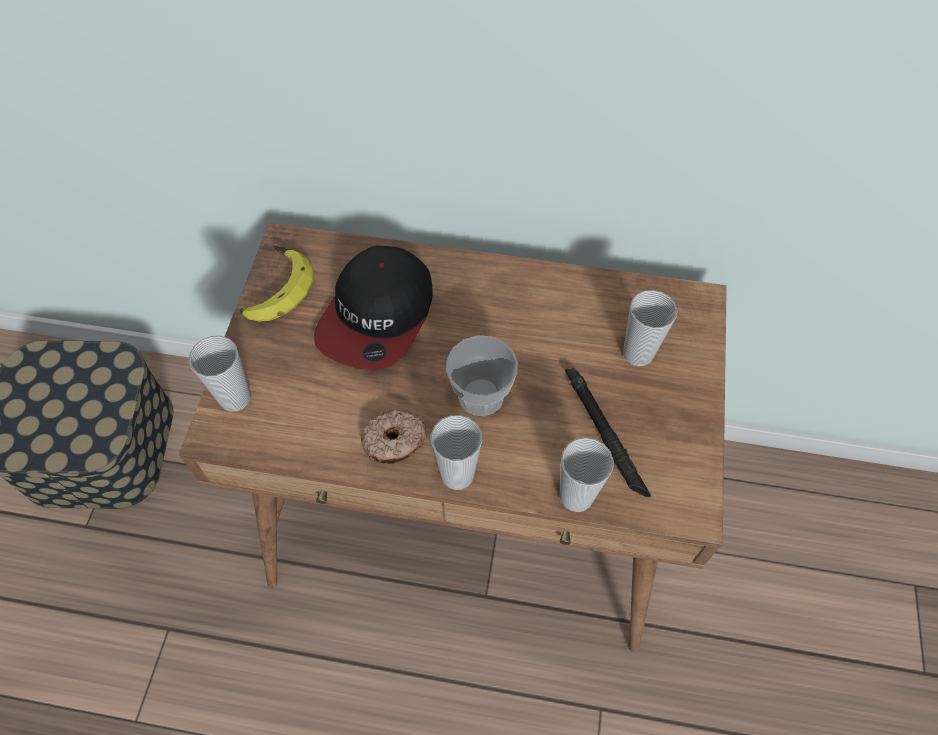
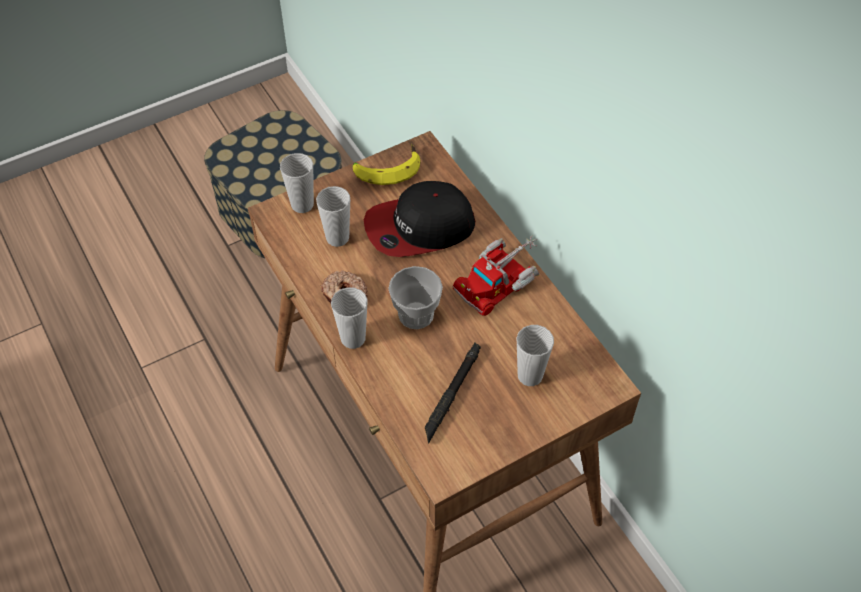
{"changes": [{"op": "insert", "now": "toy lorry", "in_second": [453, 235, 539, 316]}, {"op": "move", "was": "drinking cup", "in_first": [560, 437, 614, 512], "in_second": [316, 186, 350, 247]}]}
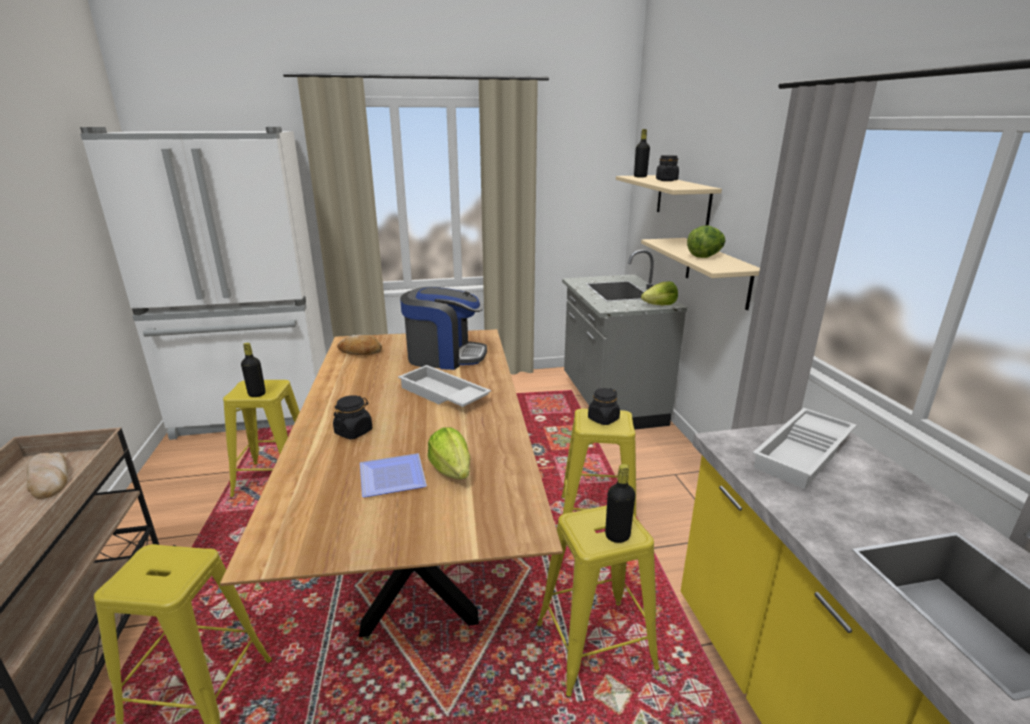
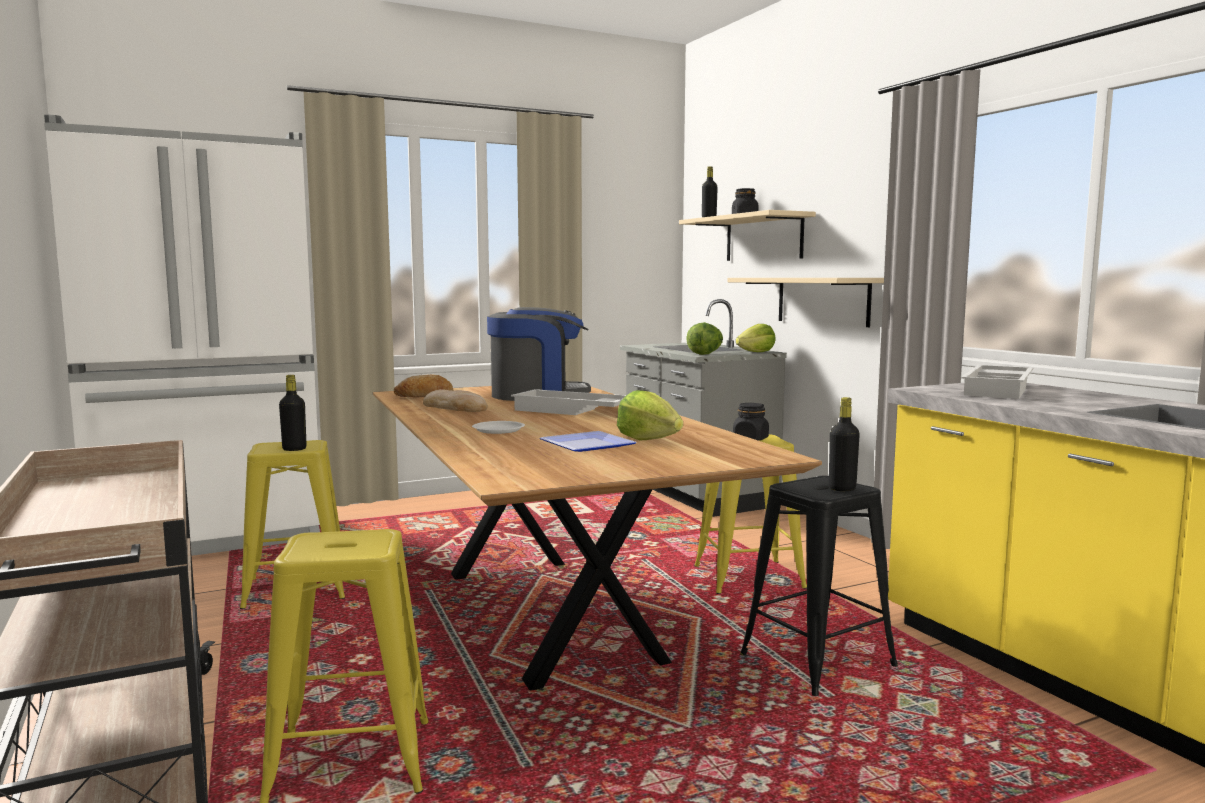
{"changes": [{"op": "move", "was": "bakery bread", "in_first": [27, 452, 68, 499], "in_second": [423, 389, 488, 412]}, {"op": "move", "was": "head of lettuce", "in_first": [687, 226, 725, 258], "in_second": [686, 322, 723, 355]}, {"op": "replace", "was": "blackish jar", "now": "white plate", "in_first": [333, 395, 372, 440], "in_second": [472, 421, 525, 434]}, {"op": "recolor", "was": "yellowish stool seat", "now": "blackish stool seat", "in_first": [537, 505, 660, 698], "in_second": [740, 476, 898, 696]}]}
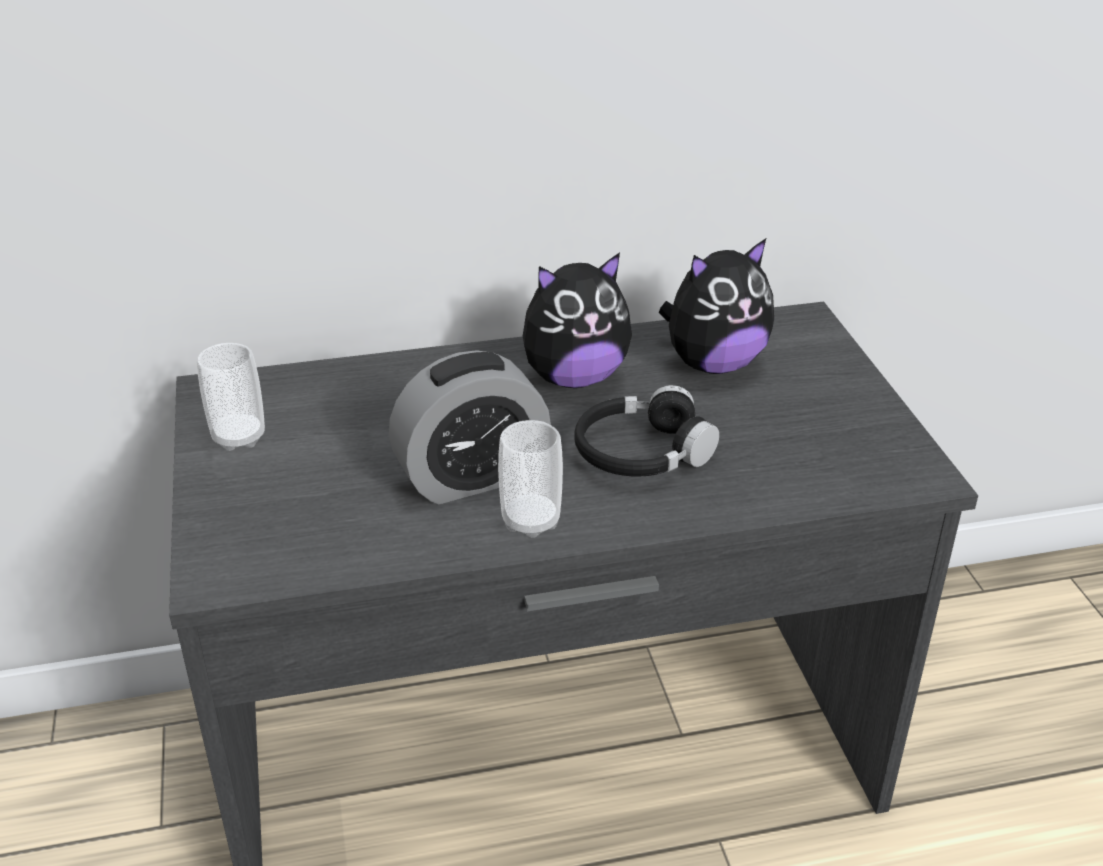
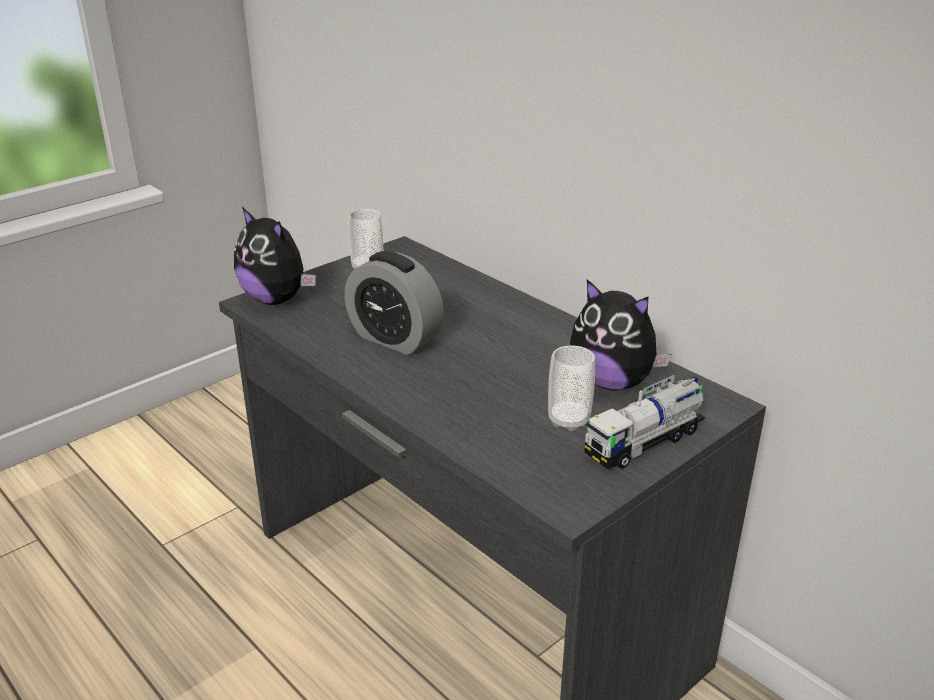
{"changes": [{"op": "delete", "was": "blackish pair of headphones", "in_first": [574, 385, 719, 477]}, {"op": "insert", "now": "toy lorry", "in_second": [584, 374, 705, 469]}, {"op": "move", "was": "drinking cup", "in_first": [498, 420, 563, 538], "in_second": [548, 346, 595, 431]}, {"op": "move", "was": "cuddly toy", "in_first": [523, 253, 632, 388], "in_second": [234, 207, 316, 305]}]}
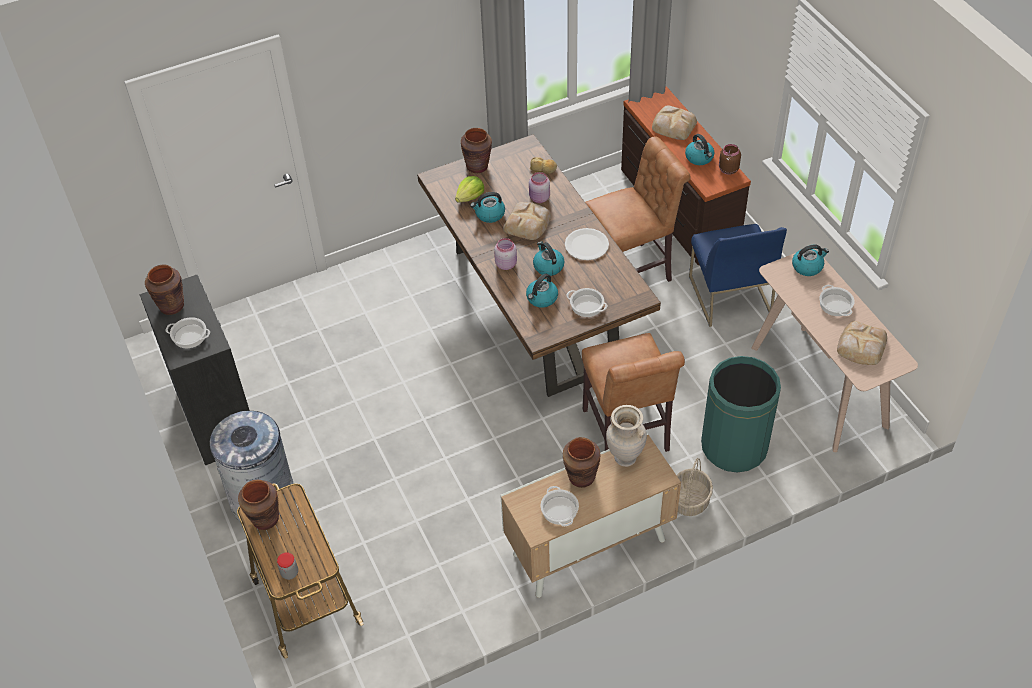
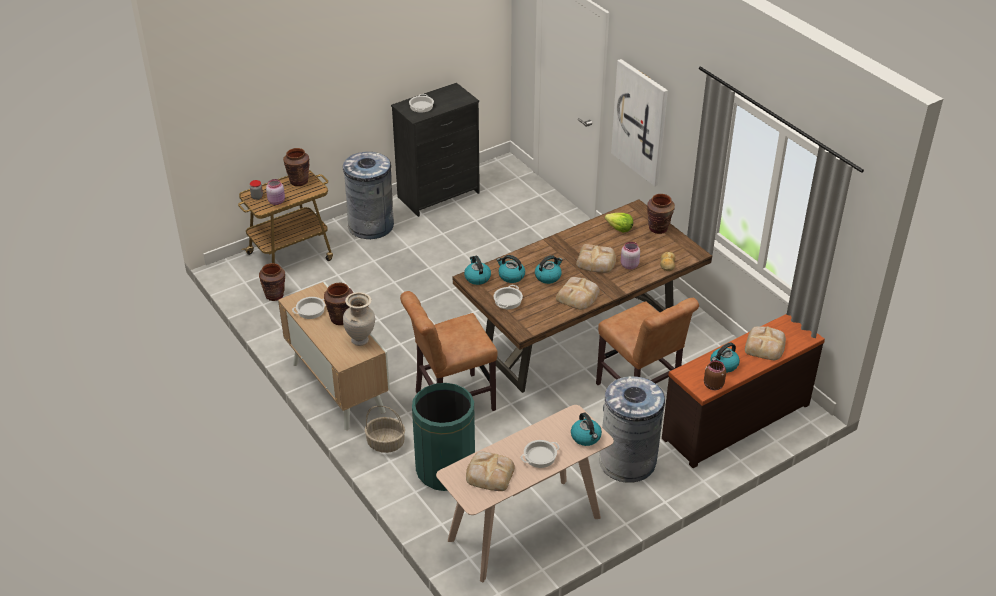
{"changes": [{"op": "insert", "now": "wall picture", "in_second": [611, 59, 668, 186]}, {"op": "move", "was": "brownish decorative vase", "in_first": [145, 264, 184, 315], "in_second": [259, 263, 285, 301]}, {"op": "move", "was": "tea kettle", "in_first": [470, 192, 505, 223], "in_second": [464, 256, 491, 285]}, {"op": "move", "was": "pink jar", "in_first": [494, 238, 517, 270], "in_second": [266, 179, 285, 205]}, {"op": "replace", "was": "white plate", "now": "bakery bread", "in_first": [565, 228, 609, 260], "in_second": [556, 277, 600, 310]}, {"op": "replace", "was": "blue-coloured chair", "now": "gray trash can", "in_first": [689, 224, 787, 327], "in_second": [599, 376, 665, 483]}]}
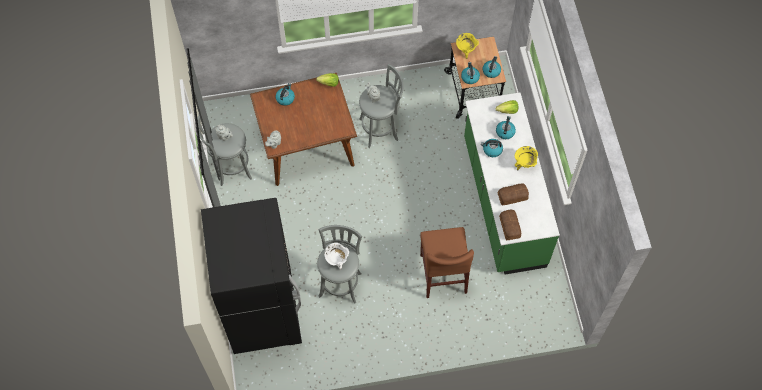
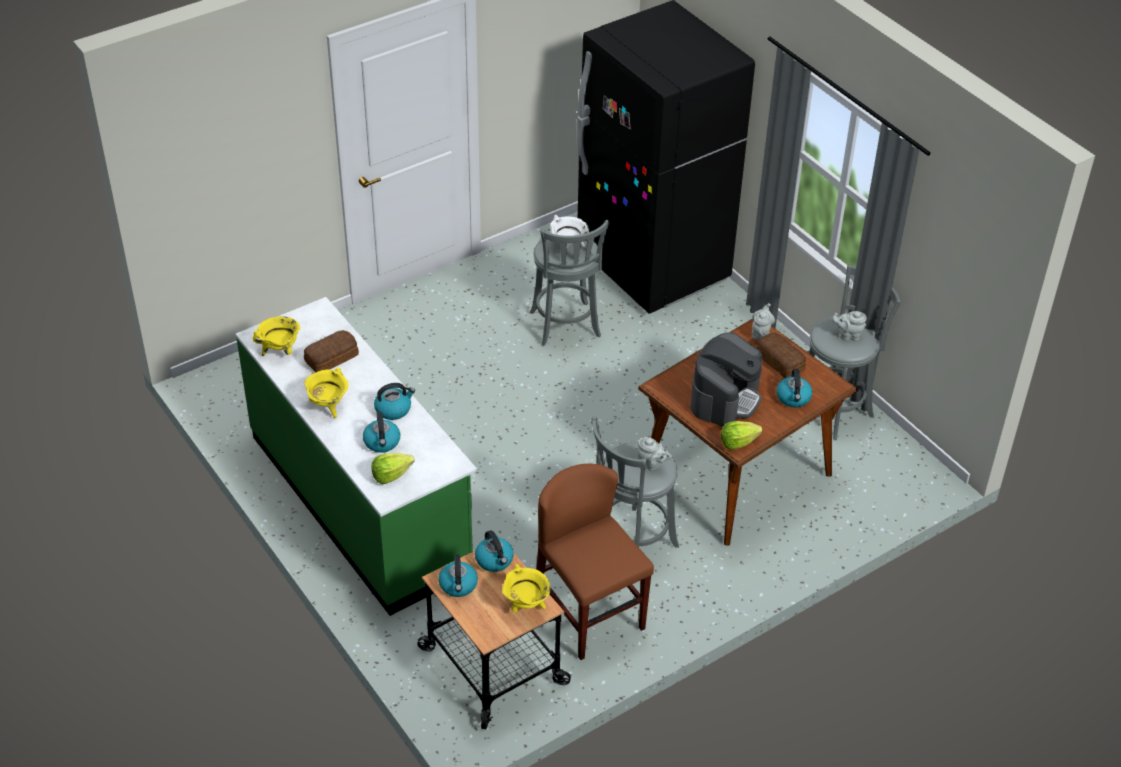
{"changes": [{"op": "insert", "now": "yellowish stockpot", "in_second": [253, 316, 300, 356]}, {"op": "insert", "now": "coffee brewer", "in_second": [690, 332, 762, 427]}, {"op": "move", "was": "brownish chair", "in_first": [420, 227, 474, 298], "in_second": [536, 464, 654, 660]}, {"op": "move", "was": "bakery bread", "in_first": [499, 210, 521, 240], "in_second": [756, 333, 806, 378]}]}
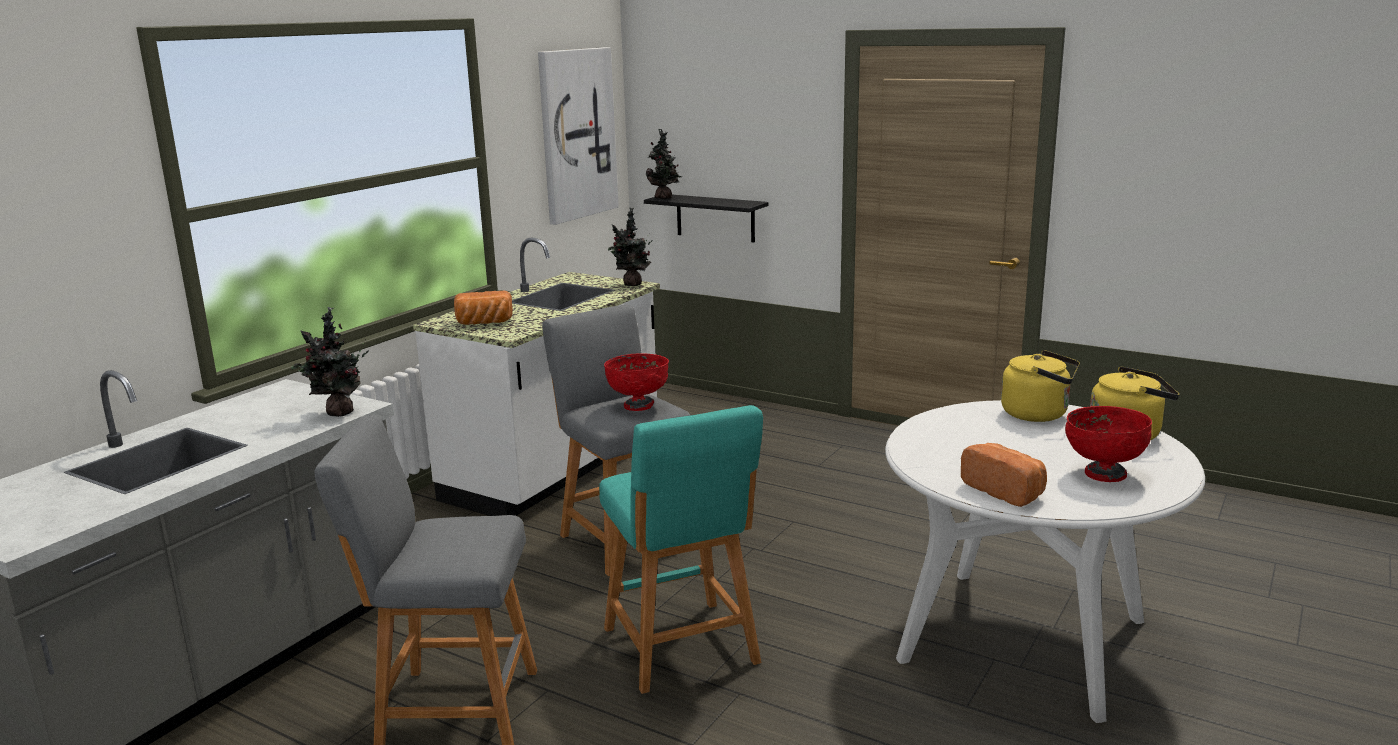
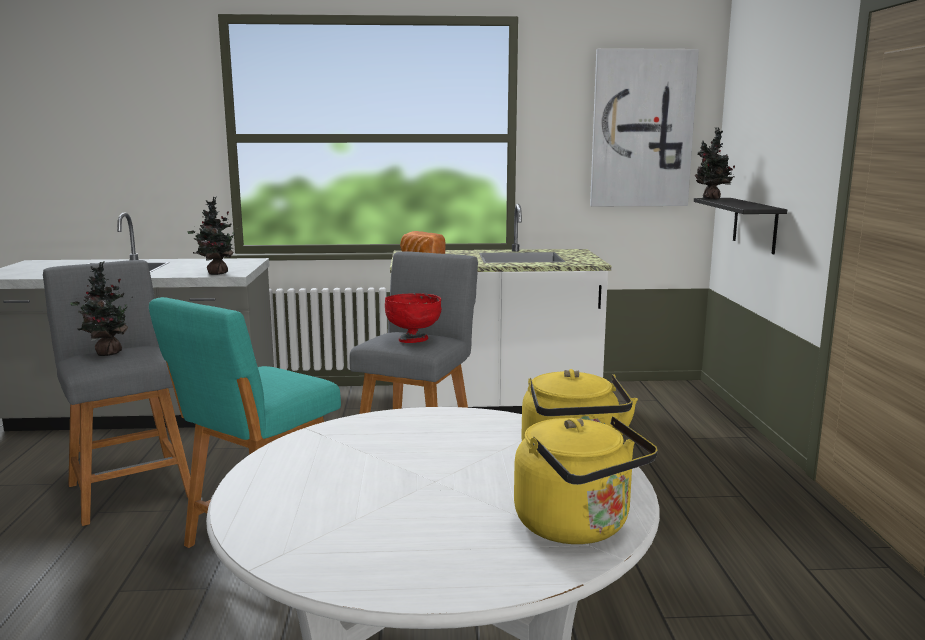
{"changes": [{"op": "delete", "was": "bakery bread", "in_first": [961, 443, 1047, 507]}, {"op": "delete", "was": "reddish serving bowl", "in_first": [1065, 406, 1152, 482]}, {"op": "move", "was": "houseplant", "in_first": [608, 208, 653, 286], "in_second": [70, 261, 133, 356]}]}
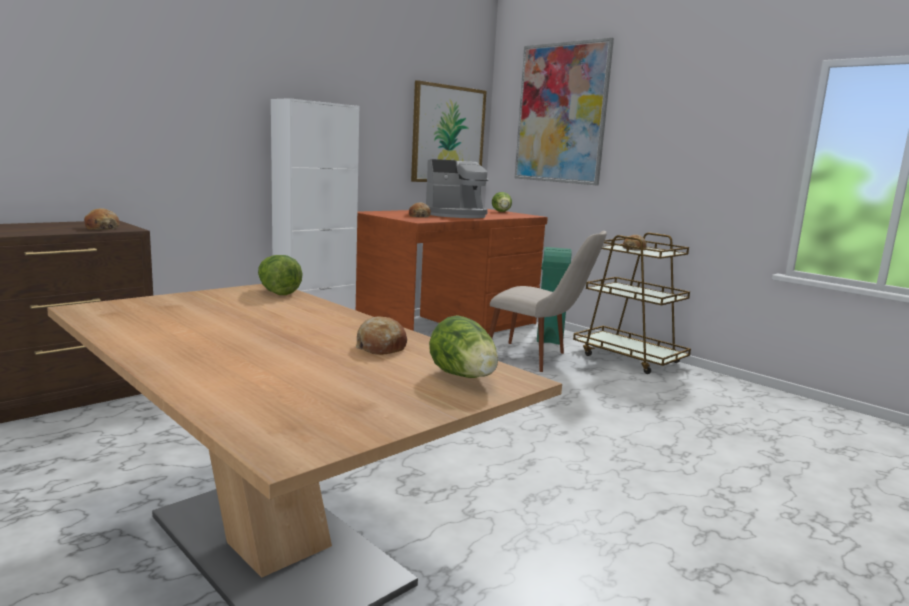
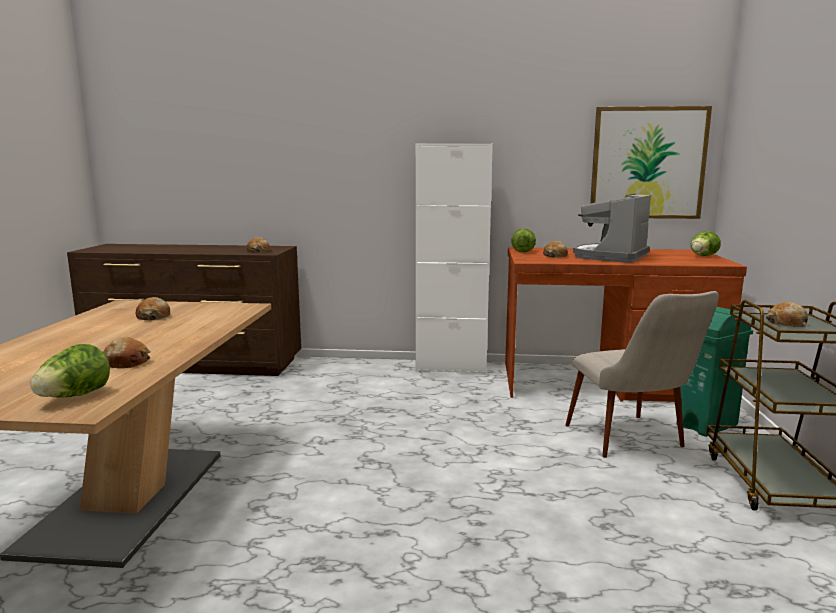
{"changes": [{"op": "delete", "was": "wall picture", "in_first": [515, 38, 614, 185]}, {"op": "insert", "now": "bakery bread", "in_second": [135, 297, 170, 320]}, {"op": "move", "was": "head of lettuce", "in_first": [258, 255, 303, 295], "in_second": [511, 228, 536, 253]}, {"op": "rotate", "was": "coffee brewer", "in_first": [426, 159, 489, 218], "in_second": [573, 194, 651, 263], "clockwise": 90}]}
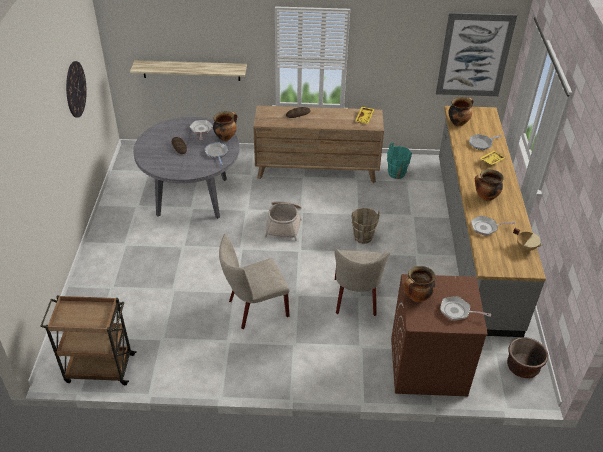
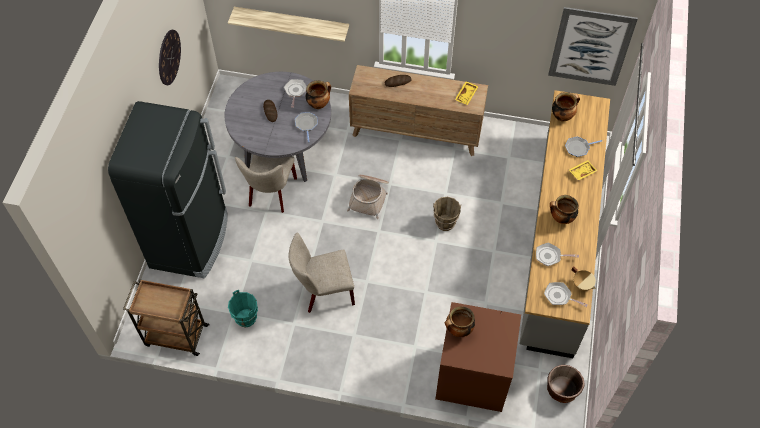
{"changes": [{"op": "insert", "now": "blackish kitchen fridge", "in_second": [108, 101, 227, 279]}, {"op": "move", "was": "beige-coloured chair", "in_first": [334, 249, 390, 316], "in_second": [235, 154, 297, 213]}, {"op": "move", "was": "turquoise bucket", "in_first": [387, 143, 412, 179], "in_second": [228, 290, 258, 327]}, {"op": "move", "was": "skillet", "in_first": [440, 296, 491, 321], "in_second": [544, 282, 588, 307]}]}
